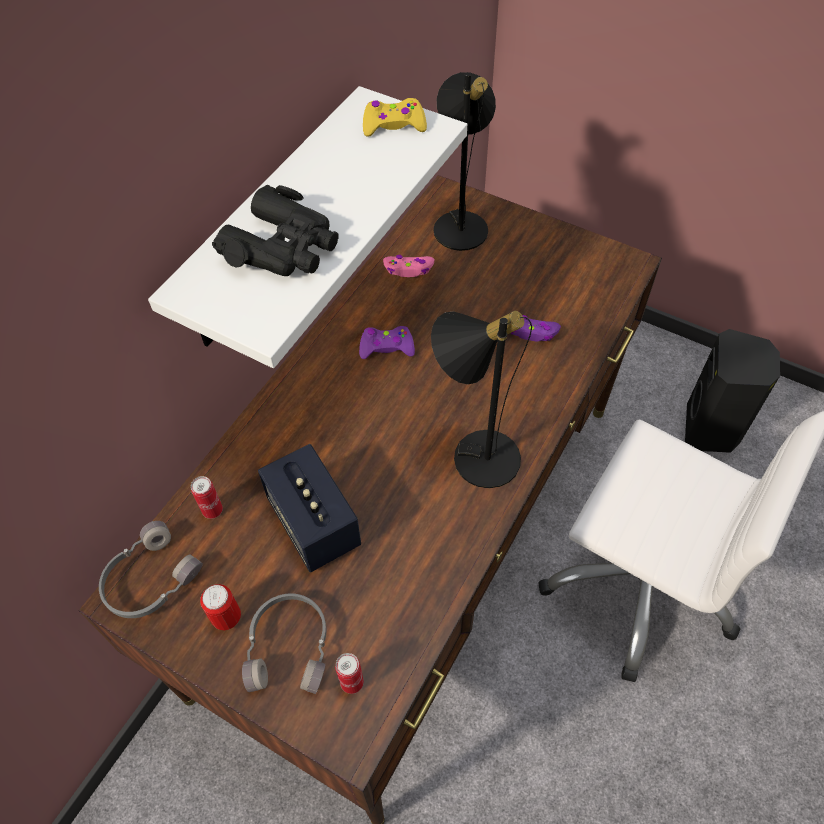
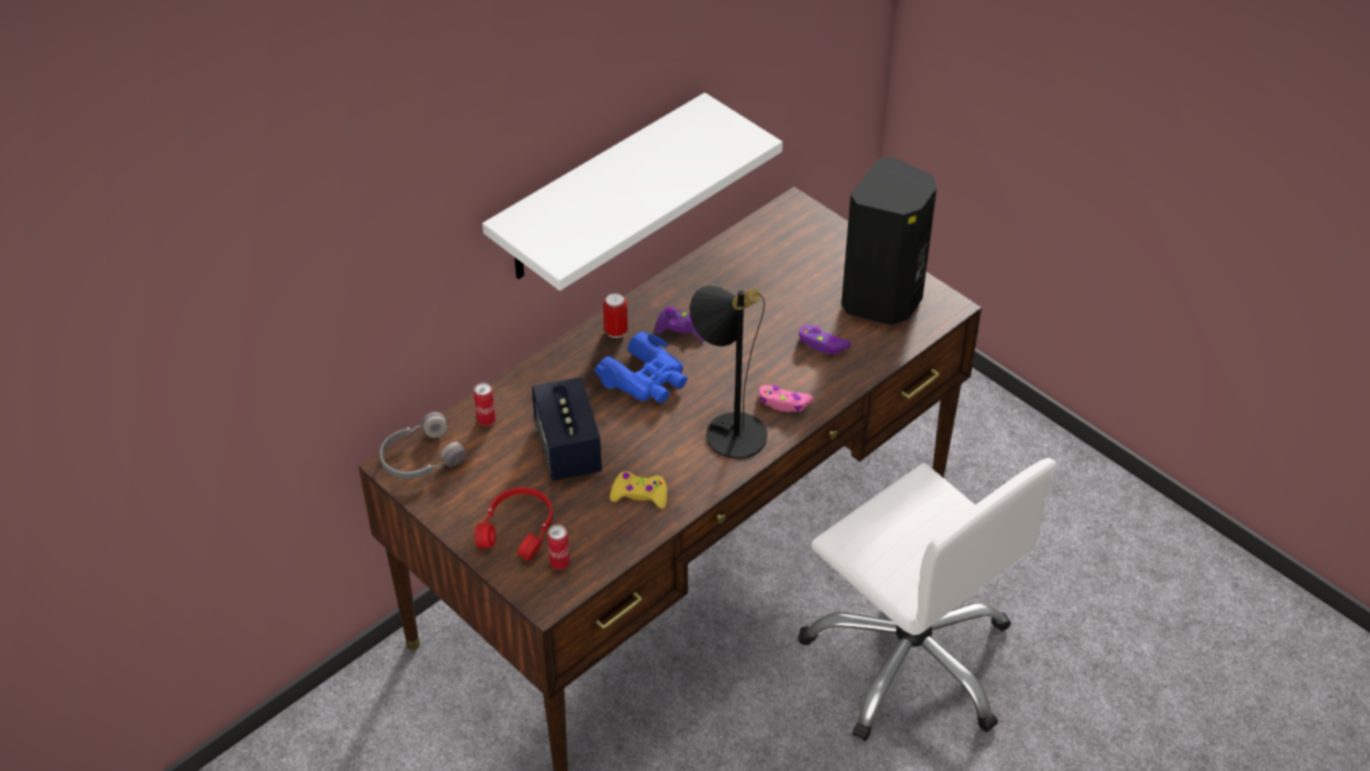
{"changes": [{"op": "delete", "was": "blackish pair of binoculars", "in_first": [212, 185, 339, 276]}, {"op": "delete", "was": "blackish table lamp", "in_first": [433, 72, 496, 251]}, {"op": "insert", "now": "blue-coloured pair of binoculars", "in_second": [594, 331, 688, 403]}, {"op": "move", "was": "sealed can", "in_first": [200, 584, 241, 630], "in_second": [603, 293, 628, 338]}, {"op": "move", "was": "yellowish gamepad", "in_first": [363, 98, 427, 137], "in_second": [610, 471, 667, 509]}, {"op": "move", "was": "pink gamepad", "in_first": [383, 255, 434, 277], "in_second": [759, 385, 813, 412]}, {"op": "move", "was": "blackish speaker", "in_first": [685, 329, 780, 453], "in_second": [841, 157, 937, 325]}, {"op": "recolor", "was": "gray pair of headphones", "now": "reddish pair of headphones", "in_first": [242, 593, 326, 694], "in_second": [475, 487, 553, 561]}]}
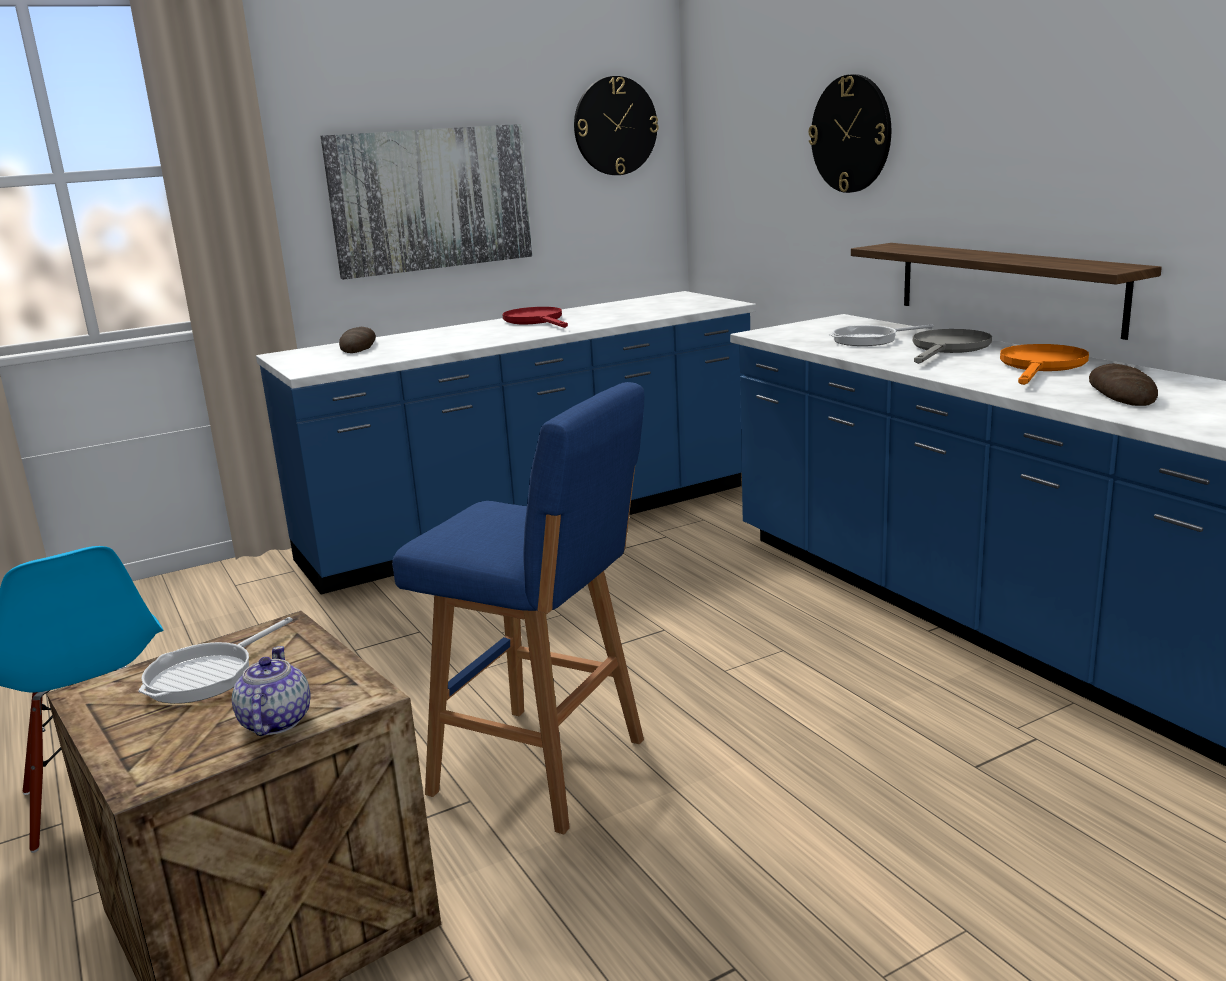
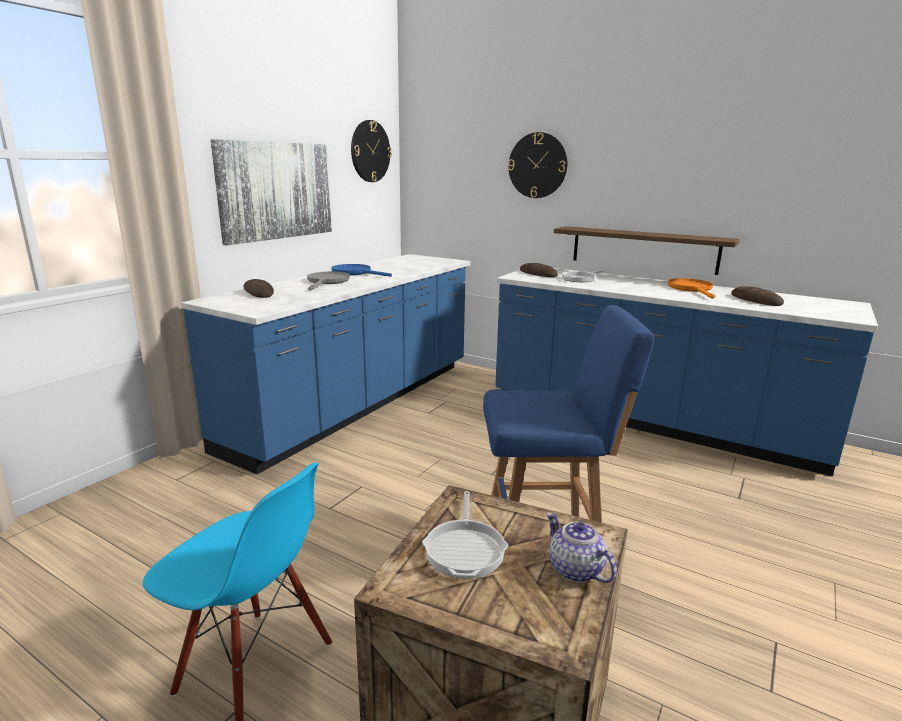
{"changes": [{"op": "insert", "now": "bakery bread", "in_second": [520, 263, 558, 277]}, {"op": "move", "was": "gray skillet", "in_first": [913, 329, 992, 364], "in_second": [307, 272, 350, 290]}, {"op": "recolor", "was": "reddish skillet", "now": "blue-coloured skillet", "in_first": [502, 307, 568, 328], "in_second": [332, 264, 392, 277]}]}
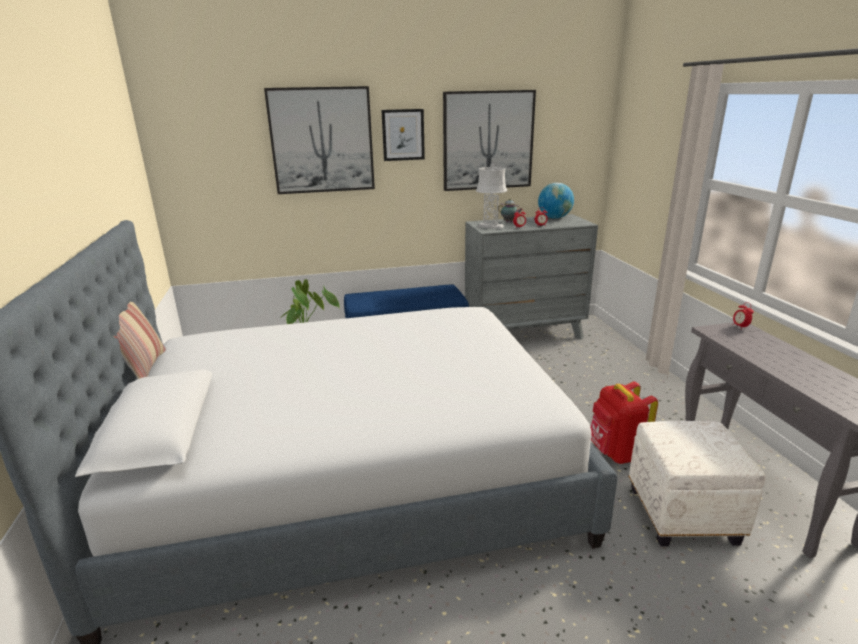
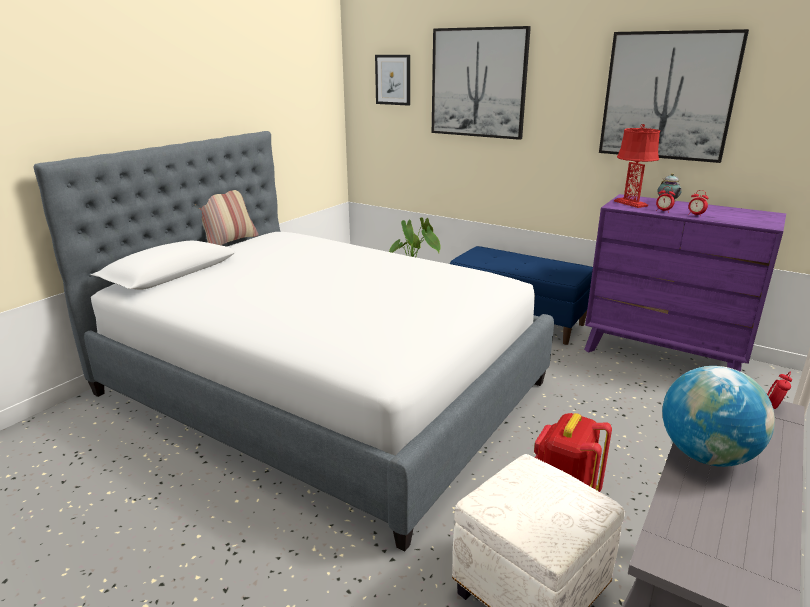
{"changes": [{"op": "move", "was": "wall picture", "in_first": [381, 109, 425, 161], "in_second": [375, 55, 410, 106]}, {"op": "move", "was": "world globe", "in_first": [538, 183, 574, 219], "in_second": [662, 366, 775, 467]}, {"op": "recolor", "was": "gray dresser", "now": "purplish dresser", "in_first": [465, 214, 598, 340], "in_second": [584, 194, 786, 372]}, {"op": "recolor", "was": "gray table lamp", "now": "reddish table lamp", "in_first": [476, 164, 507, 229], "in_second": [614, 124, 660, 208]}]}
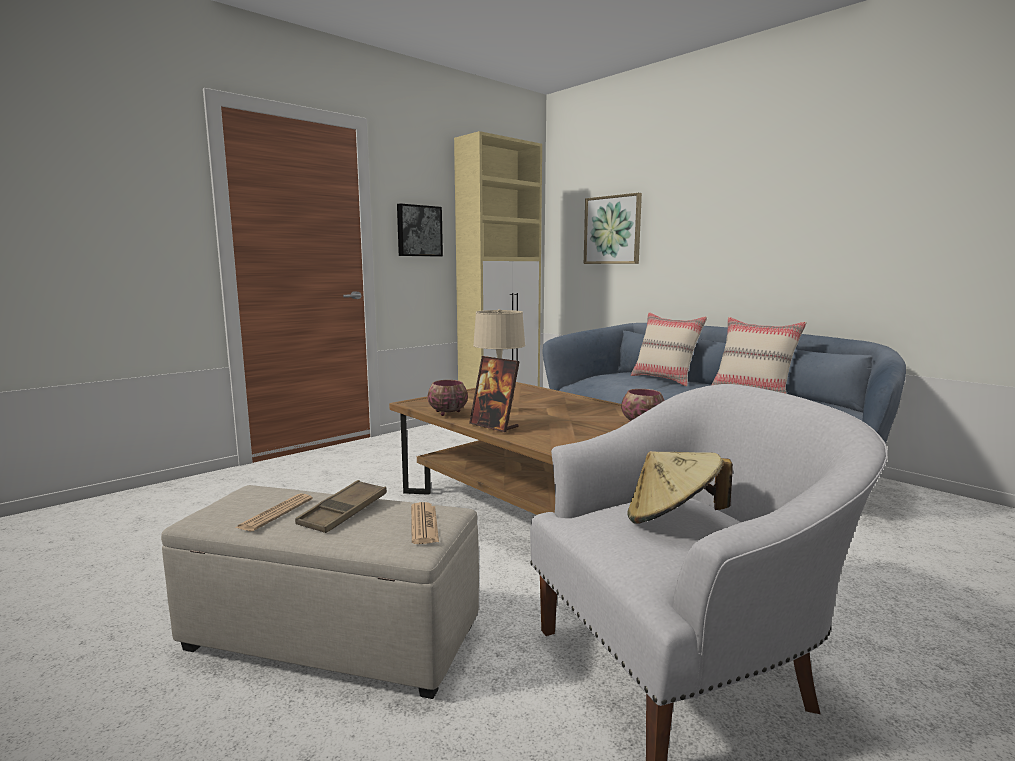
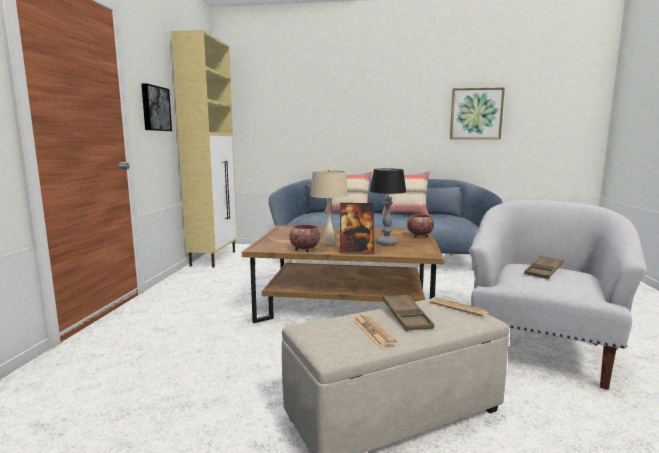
{"changes": [{"op": "insert", "now": "table lamp", "in_second": [370, 169, 406, 246]}, {"op": "move", "was": "wall picture", "in_first": [584, 193, 642, 264], "in_second": [450, 88, 505, 139]}, {"op": "replace", "was": "beige-coloured clothing hat", "now": "brownish serving tray", "in_first": [627, 451, 733, 524], "in_second": [524, 256, 563, 279]}]}
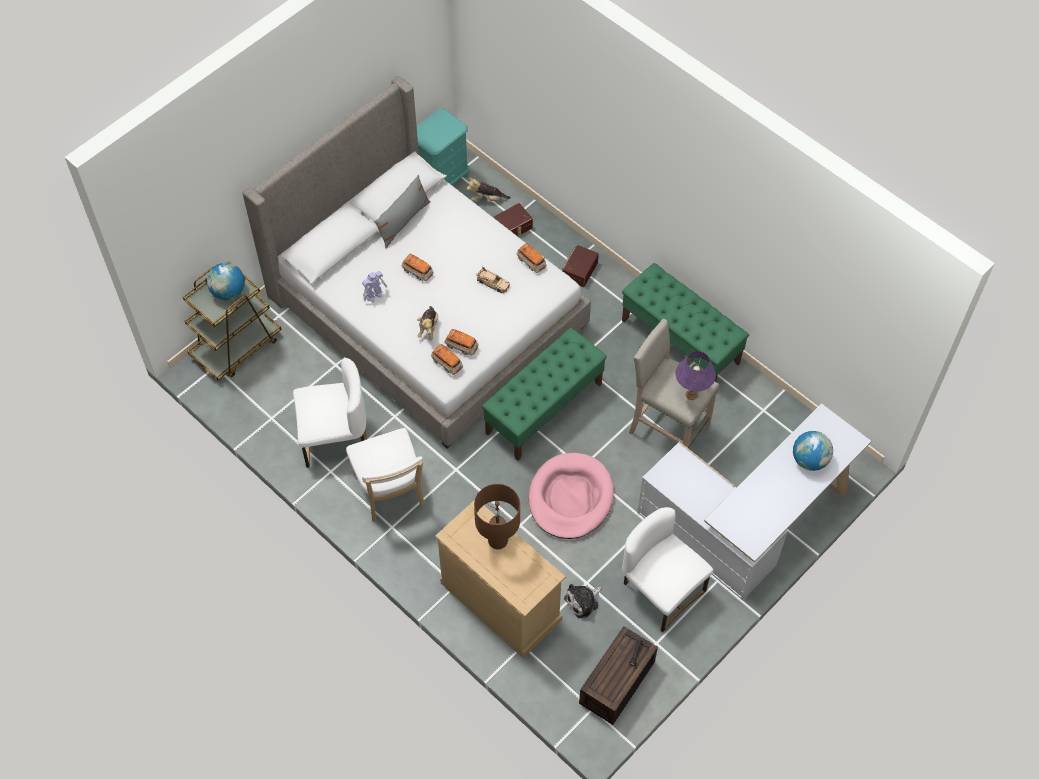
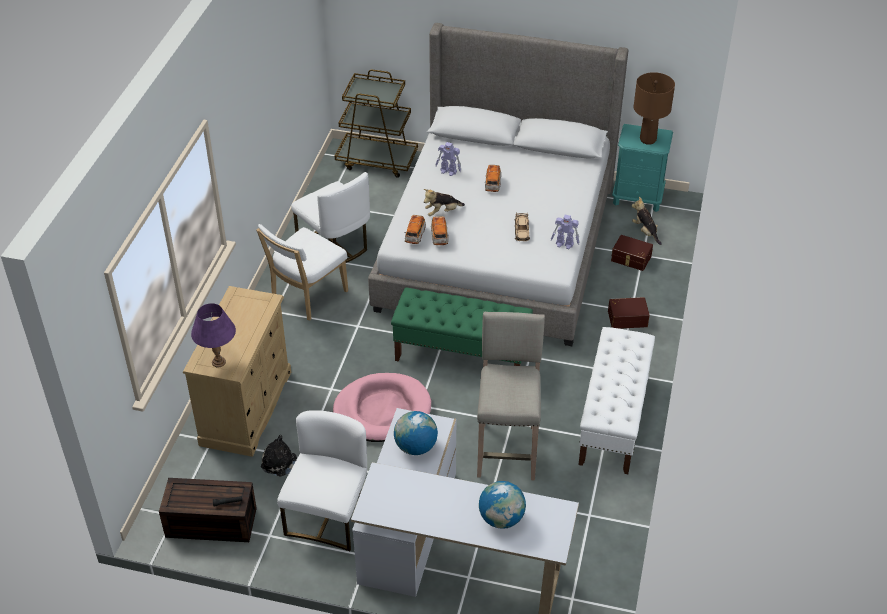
{"changes": [{"op": "delete", "was": "gray pillow", "in_first": [374, 175, 431, 248]}, {"op": "move", "was": "world globe", "in_first": [207, 263, 245, 300], "in_second": [394, 411, 438, 455]}, {"op": "move", "was": "brownish table lamp", "in_first": [474, 484, 520, 549], "in_second": [634, 72, 675, 145]}, {"op": "move", "was": "purplish table lamp", "in_first": [675, 351, 716, 400], "in_second": [191, 303, 236, 368]}, {"op": "replace", "was": "toy car", "now": "toy robot", "in_first": [517, 243, 546, 273], "in_second": [551, 215, 579, 249]}, {"op": "recolor", "was": "green-coloured bench", "now": "white bench", "in_first": [622, 263, 749, 382], "in_second": [578, 327, 655, 474]}]}
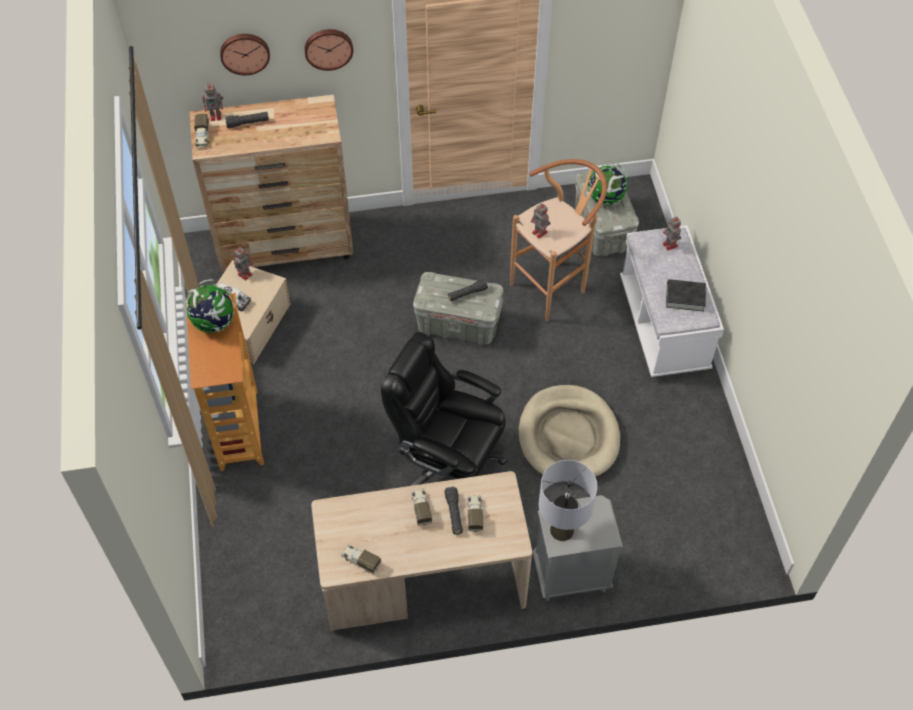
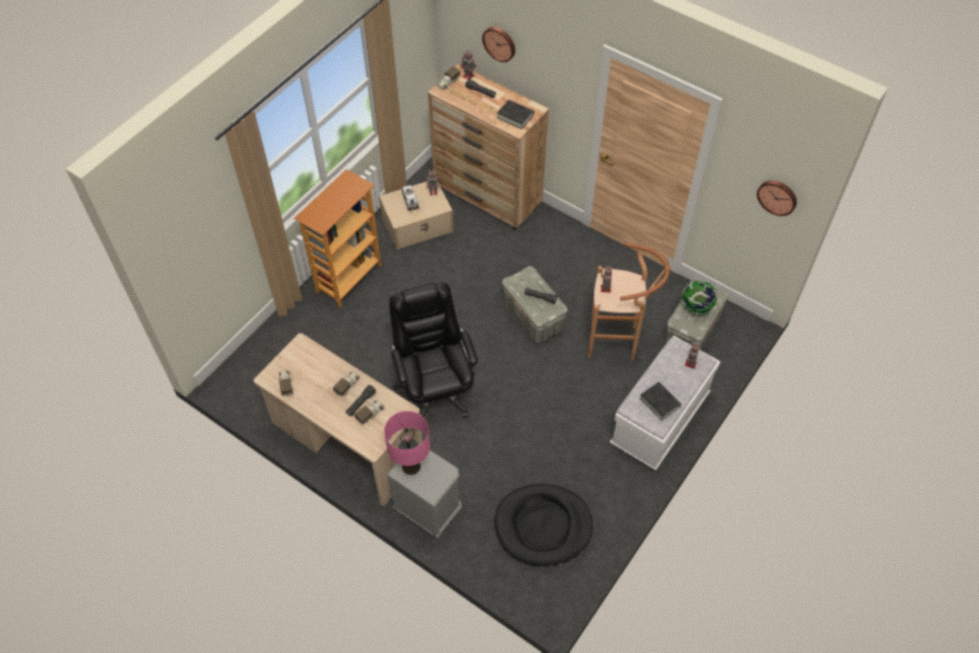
{"changes": [{"op": "delete", "was": "world globe", "in_first": [186, 279, 235, 333]}, {"op": "delete", "was": "beige-coloured dog cushion", "in_first": [519, 385, 620, 483]}, {"op": "insert", "now": "blackish dog cushion", "in_second": [494, 484, 593, 566]}, {"op": "insert", "now": "blackish book", "in_second": [497, 100, 534, 129]}, {"op": "move", "was": "wall clock", "in_first": [304, 29, 353, 71], "in_second": [757, 181, 797, 216]}, {"op": "recolor", "was": "gray table lamp", "now": "pink table lamp", "in_first": [539, 460, 597, 541], "in_second": [384, 411, 430, 475]}]}
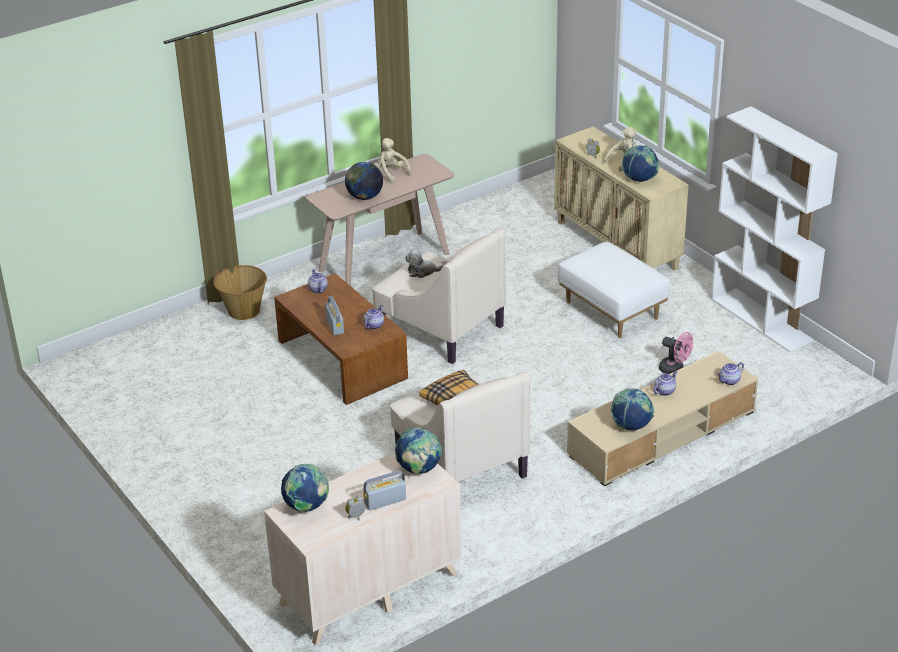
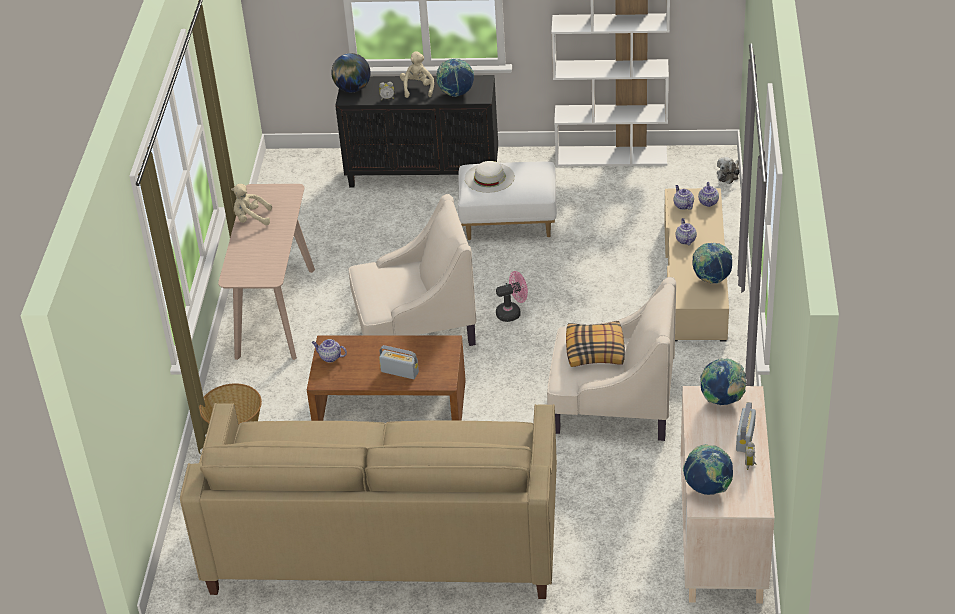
{"changes": [{"op": "insert", "now": "beige-coloured settee", "in_second": [180, 403, 557, 599]}, {"op": "insert", "now": "white clothing hat", "in_second": [465, 161, 515, 193]}, {"op": "move", "was": "world globe", "in_first": [345, 162, 383, 200], "in_second": [331, 53, 371, 92]}, {"op": "move", "was": "tea pot", "in_first": [364, 305, 384, 329], "in_second": [674, 185, 694, 210]}, {"op": "move", "was": "cuddly toy", "in_first": [405, 249, 444, 278], "in_second": [717, 157, 740, 184]}, {"op": "move", "was": "pink fan", "in_first": [659, 332, 693, 374], "in_second": [496, 271, 528, 322]}, {"op": "recolor", "was": "beige-coloured cabinet", "now": "blackish cabinet", "in_first": [554, 126, 689, 271], "in_second": [335, 75, 498, 188]}]}
